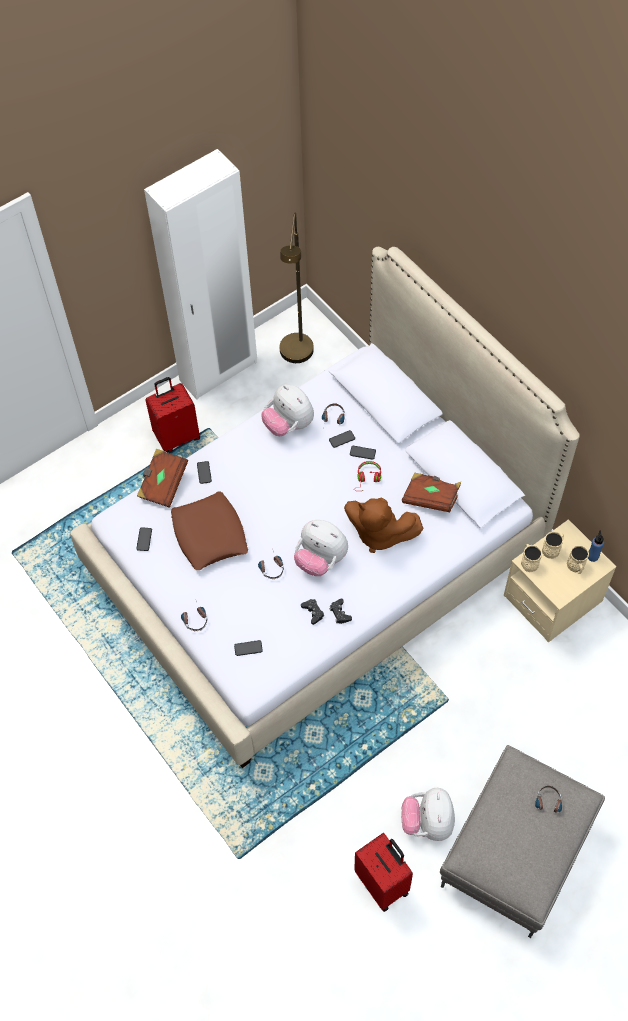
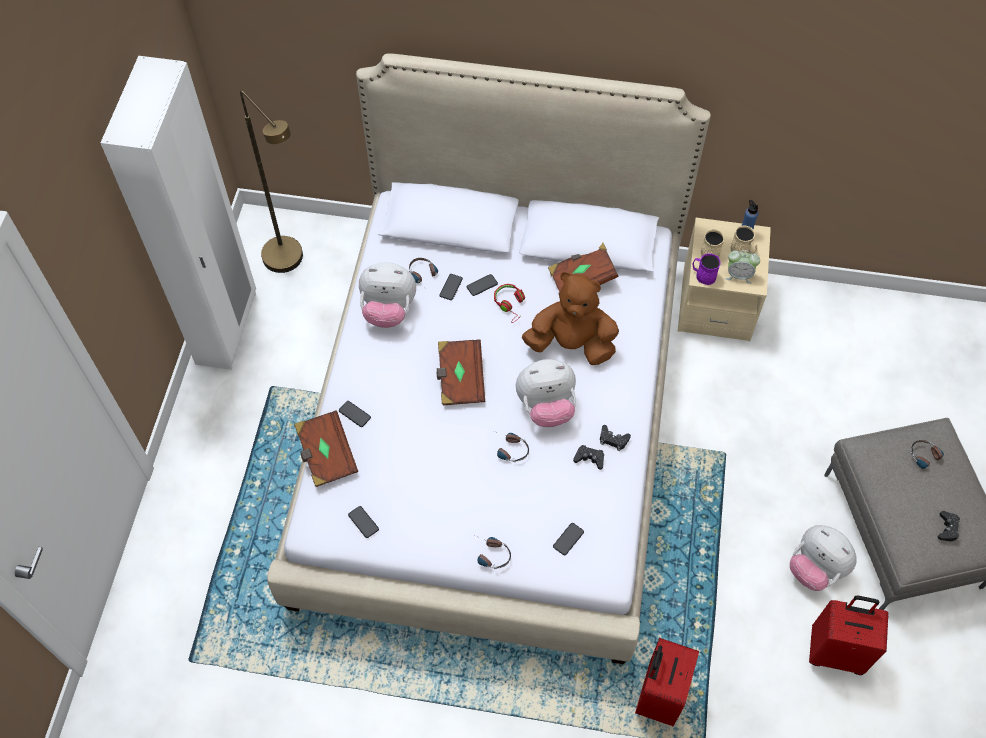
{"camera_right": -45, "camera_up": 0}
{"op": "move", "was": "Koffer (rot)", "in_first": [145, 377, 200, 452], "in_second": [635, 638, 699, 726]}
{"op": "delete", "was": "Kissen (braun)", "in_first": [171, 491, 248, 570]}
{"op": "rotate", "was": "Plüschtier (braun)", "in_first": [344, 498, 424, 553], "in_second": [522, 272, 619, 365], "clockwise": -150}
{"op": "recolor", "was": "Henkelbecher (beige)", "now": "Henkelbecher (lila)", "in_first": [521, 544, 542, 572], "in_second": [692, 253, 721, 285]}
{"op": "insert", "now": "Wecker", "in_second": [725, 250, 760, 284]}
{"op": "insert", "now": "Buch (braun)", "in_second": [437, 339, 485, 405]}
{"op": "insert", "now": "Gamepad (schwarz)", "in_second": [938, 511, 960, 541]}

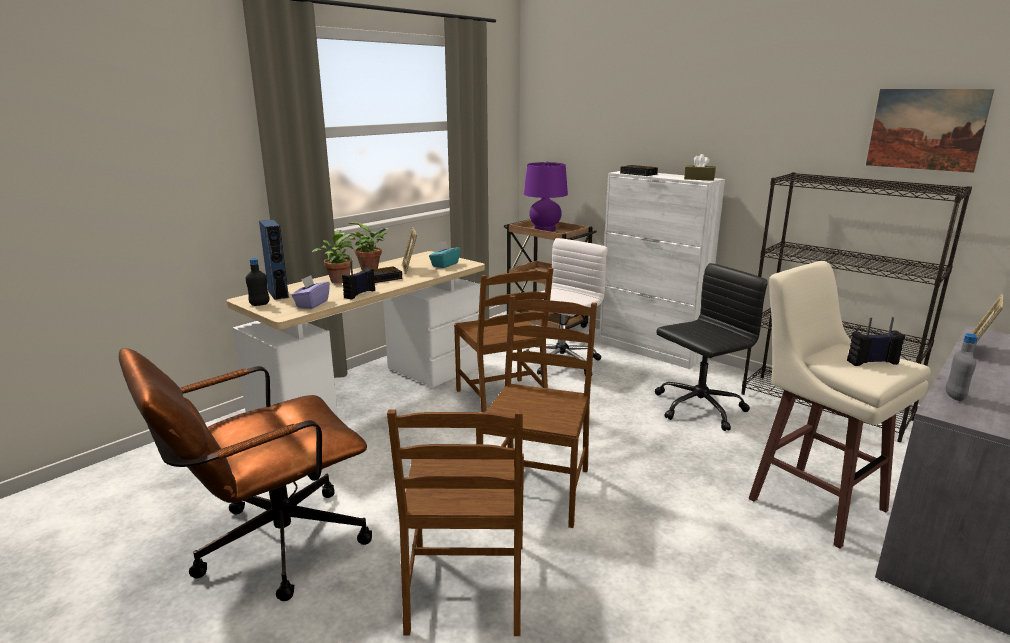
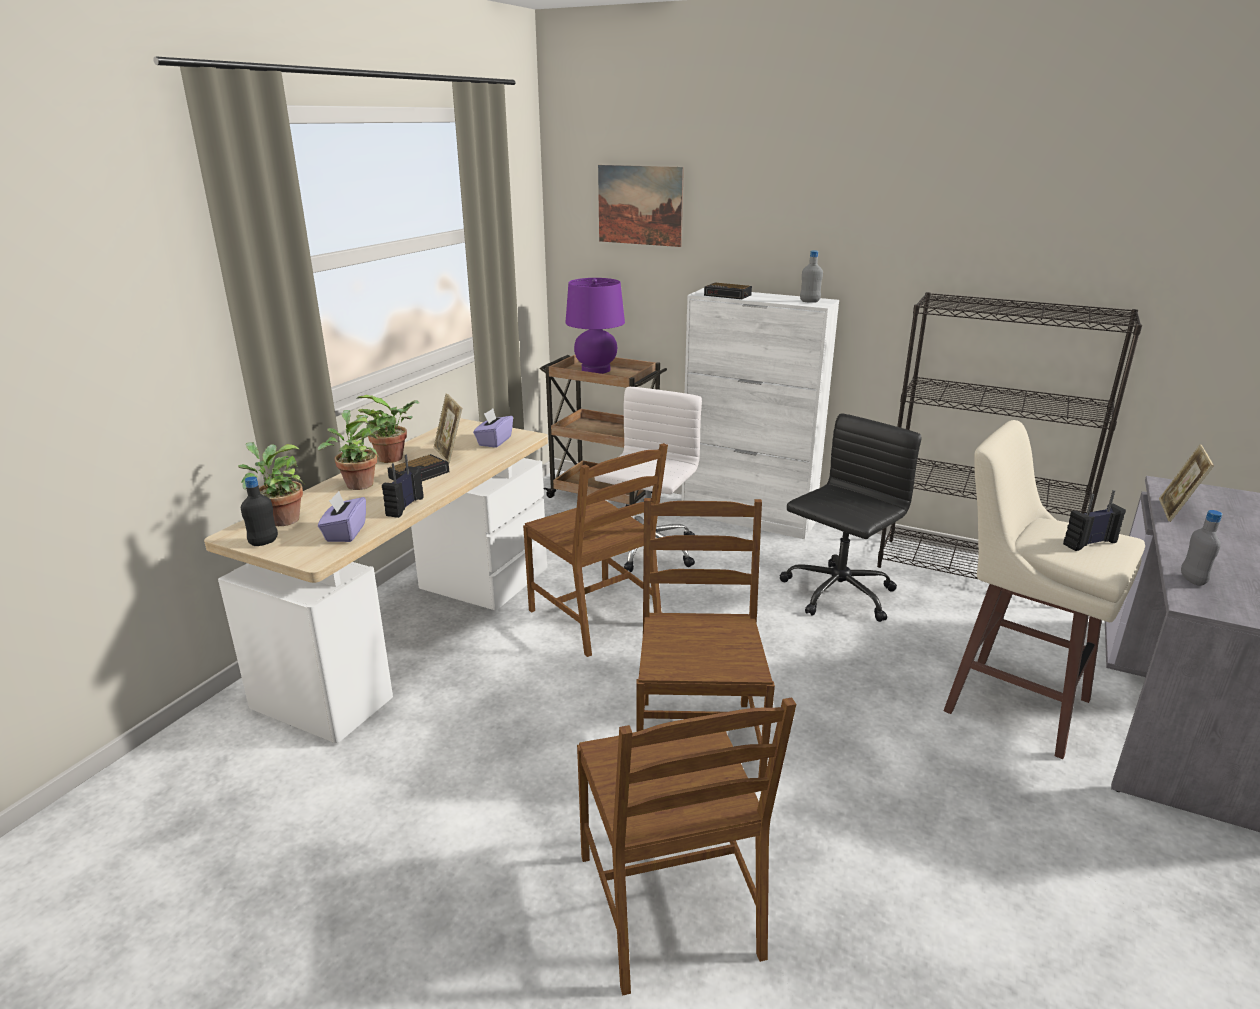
{"camera_right": -15, "camera_up": 5}
{"op": "move", "was": "Bild", "in_first": [866, 89, 994, 173], "in_second": [598, 165, 684, 247]}
{"op": "replace", "was": "Taschentuchbox (braun)", "now": "Flasche (grau)", "in_first": [684, 154, 716, 181], "in_second": [800, 250, 823, 303]}
{"op": "replace", "was": "Lautsprecher (blau)", "now": "Topfpflanze", "in_first": [259, 220, 289, 300], "in_second": [238, 442, 305, 526]}
{"op": "recolor", "was": "Taschentuchbox (türkis)", "now": "Taschentuchbox (lila)", "in_first": [429, 241, 460, 268], "in_second": [473, 408, 513, 448]}
{"op": "delete", "was": "Bürostuhl (braun)", "in_first": [119, 348, 372, 601]}

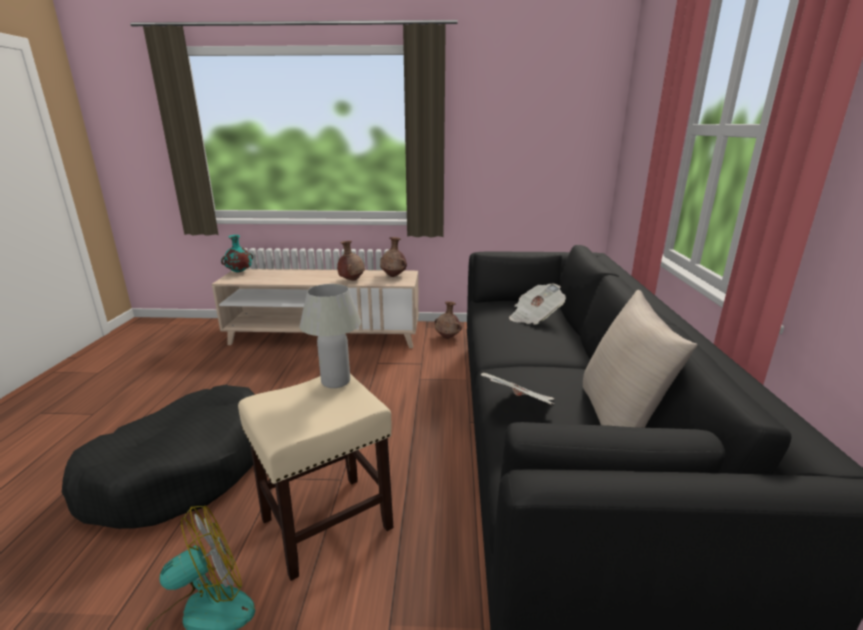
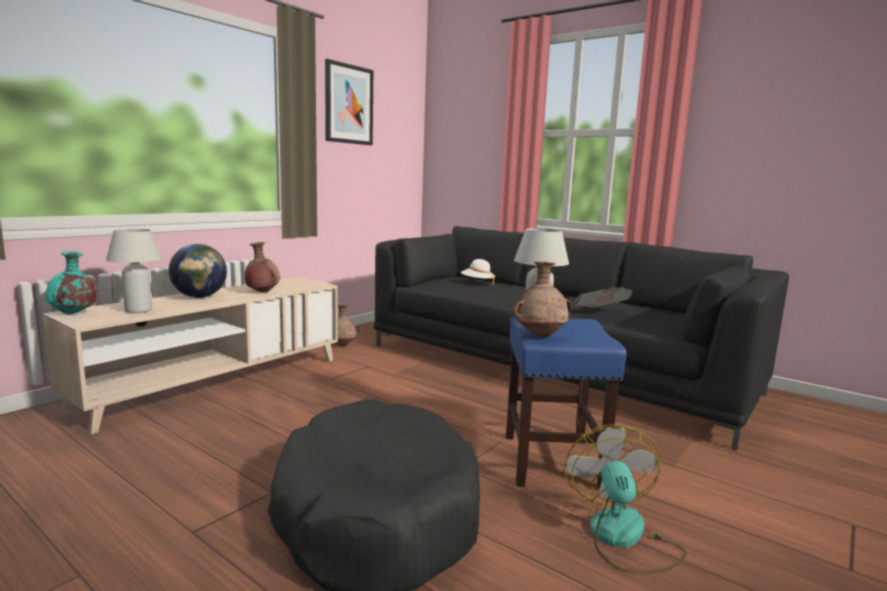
{"camera_right": -55, "camera_up": -10}
{"op": "move", "was": "Vase (braun)", "in_first": [380, 237, 407, 277], "in_second": [513, 262, 571, 338]}
{"op": "replace", "was": "Zeitung", "now": "Hut (weiß)", "in_first": [509, 284, 566, 325], "in_second": [461, 259, 495, 285]}
{"op": "delete", "was": "Kissen (beige)", "in_first": [583, 290, 698, 428]}
{"op": "recolor", "was": "Hocker (beige)", "now": "Hocker (blau)", "in_first": [238, 374, 393, 581], "in_second": [506, 316, 627, 488]}
{"op": "insert", "now": "Bild", "in_second": [325, 59, 373, 145]}
{"op": "insert", "now": "Tischlampe (weiß)", "in_second": [106, 229, 162, 313]}
{"op": "insert", "now": "Globus", "in_second": [169, 244, 227, 298]}

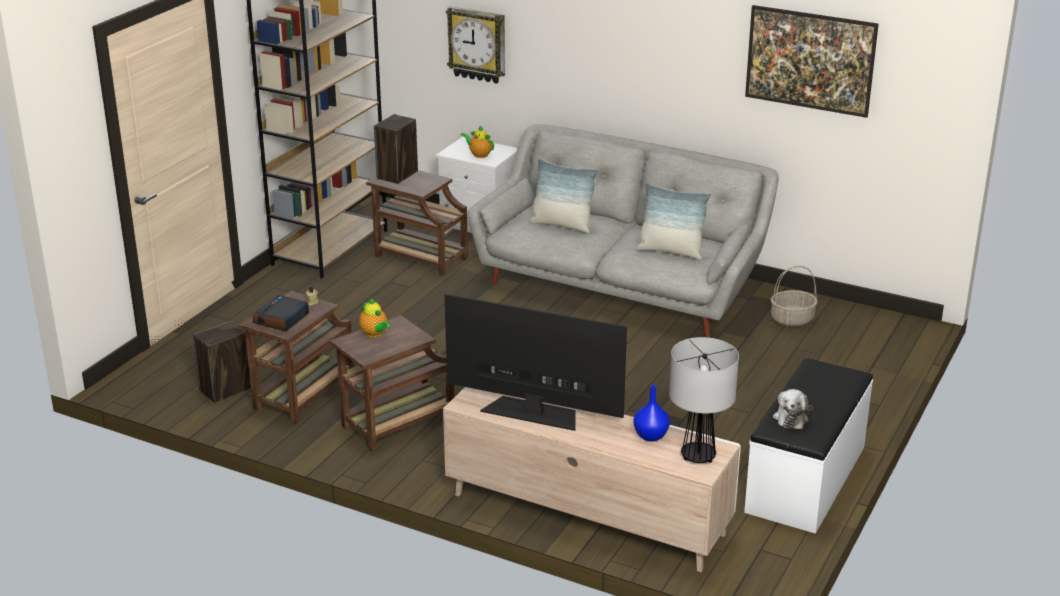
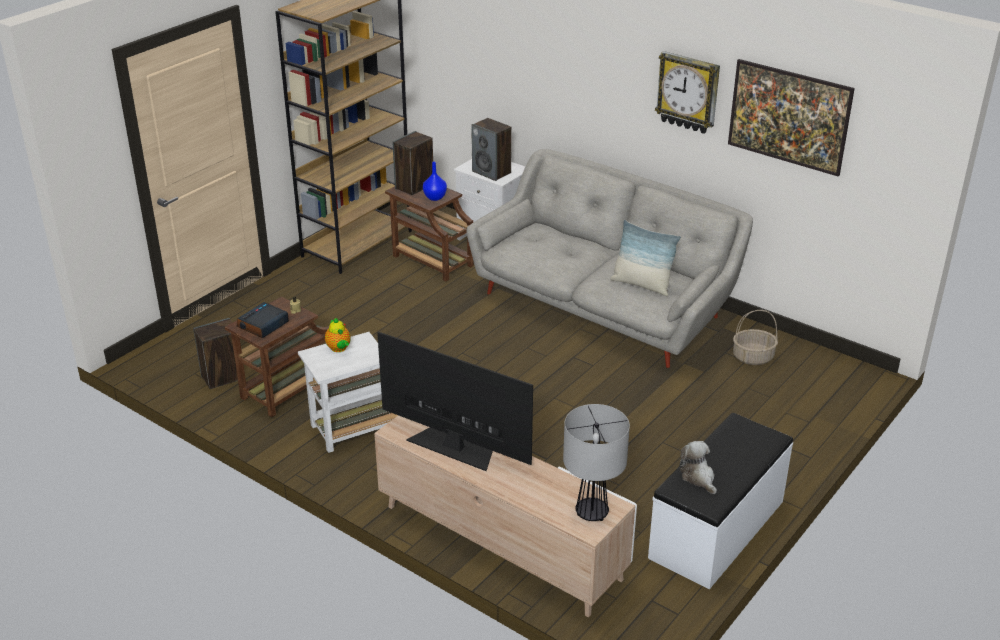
{"camera_right": 10, "camera_up": 5}
{"op": "move", "was": "Wanduhr", "in_first": [446, 6, 505, 84], "in_second": [655, 51, 720, 134]}
{"op": "replace", "was": "Teekanne", "now": "Lautsprecher", "in_first": [461, 126, 494, 158], "in_second": [471, 118, 512, 181]}
{"op": "delete", "was": "Kissen", "in_first": [528, 159, 598, 233]}
{"op": "recolor", "was": "Beistelltisch (braun)", "now": "Beistelltisch (weiß)", "in_first": [330, 315, 454, 451], "in_second": [298, 332, 398, 453]}
{"op": "move", "was": "Vase (blau)", "in_first": [634, 385, 670, 442], "in_second": [423, 162, 447, 201]}
{"op": "rotate", "was": "Plüschtier", "in_first": [773, 389, 813, 429], "in_second": [679, 441, 717, 494], "clockwise": 135}

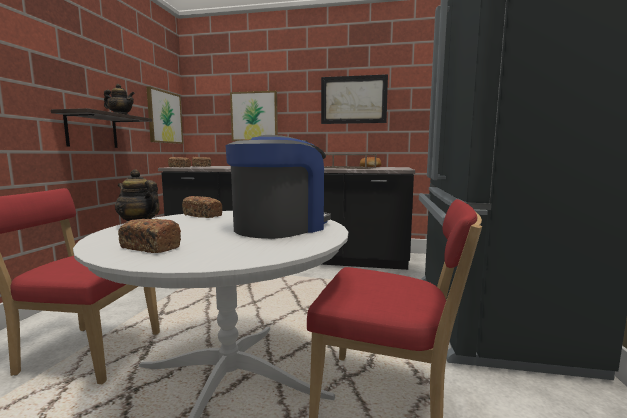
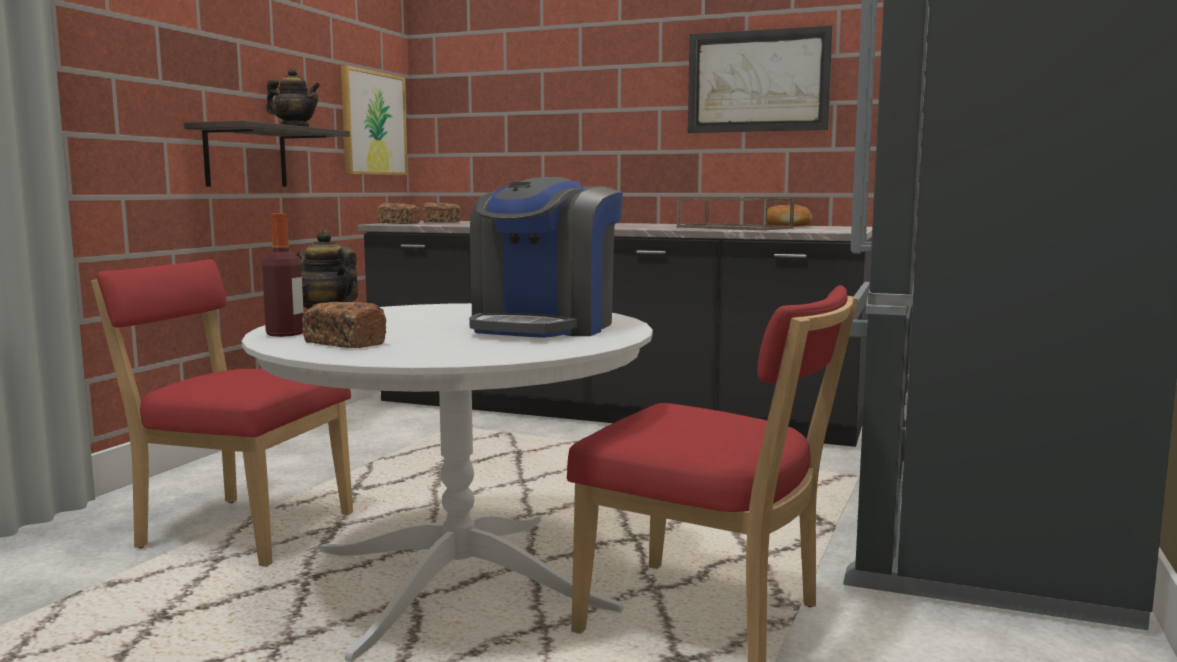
{"camera_right": 10, "camera_up": 0}
{"op": "delete", "was": "Bild", "in_first": [230, 91, 278, 141]}
{"op": "rotate", "was": "Kaffeemaschine", "in_first": [225, 135, 331, 239], "in_second": [469, 177, 623, 338], "clockwise": 150}
{"op": "delete", "was": "Brot", "in_first": [182, 196, 222, 218]}
{"op": "insert", "now": "Flasche", "in_second": [262, 213, 304, 337]}

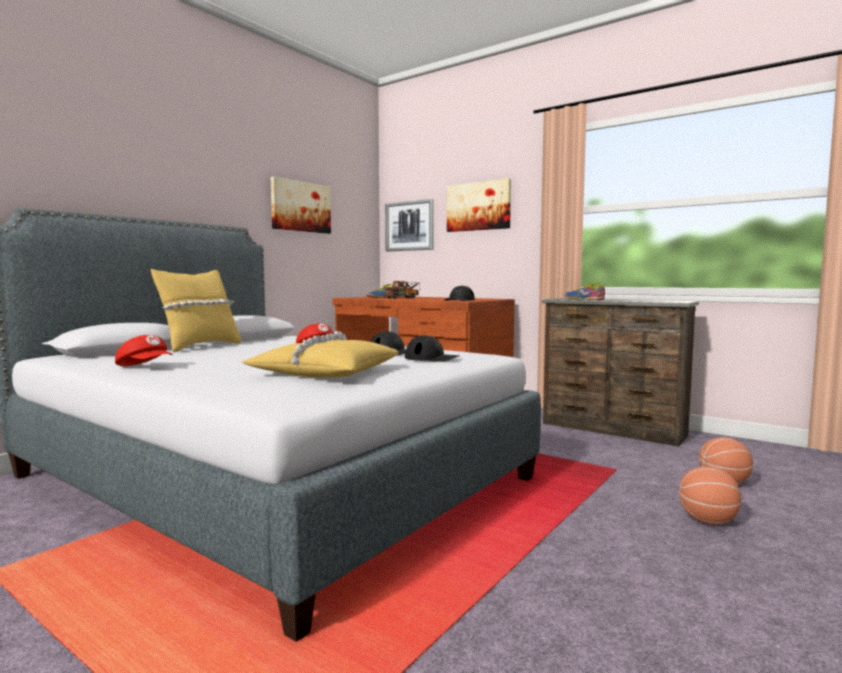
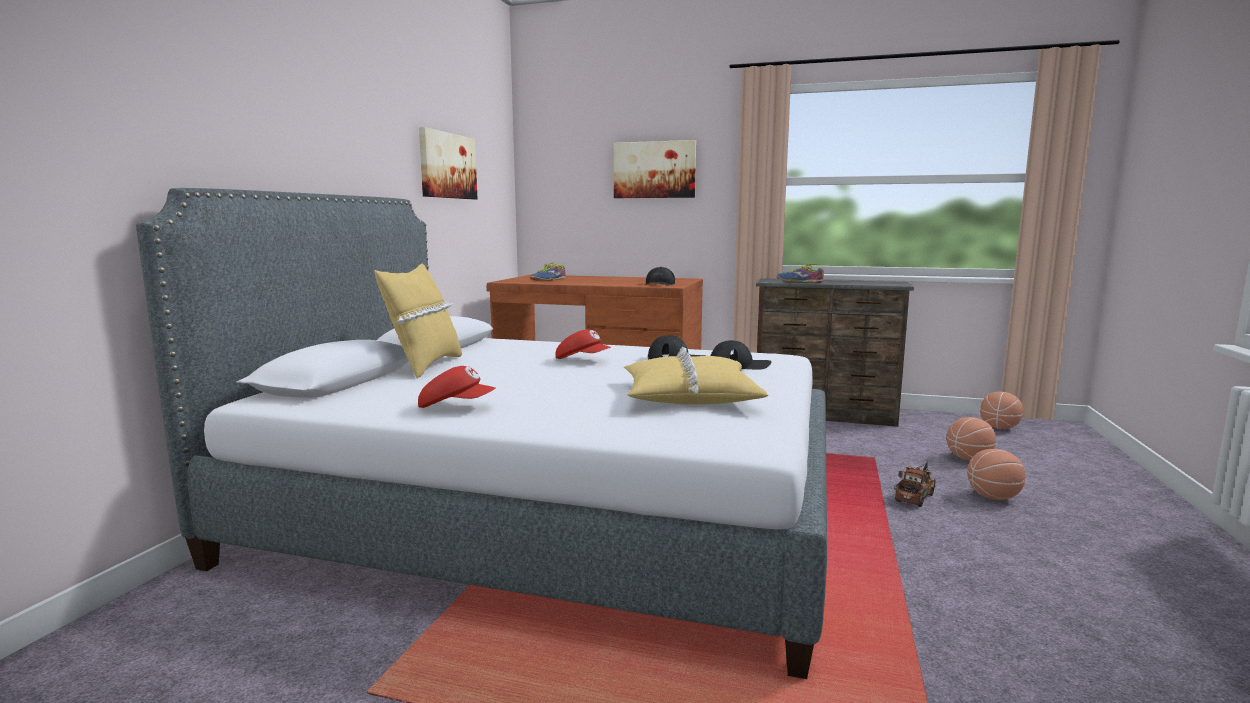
{"camera_right": -20, "camera_up": 5}
{"op": "delete", "was": "Bild", "in_first": [385, 199, 434, 251]}
{"op": "move", "was": "Spielzeuglaster", "in_first": [385, 281, 420, 299], "in_second": [894, 461, 936, 507]}
{"op": "insert", "now": "Basketball", "in_second": [980, 392, 1023, 429]}

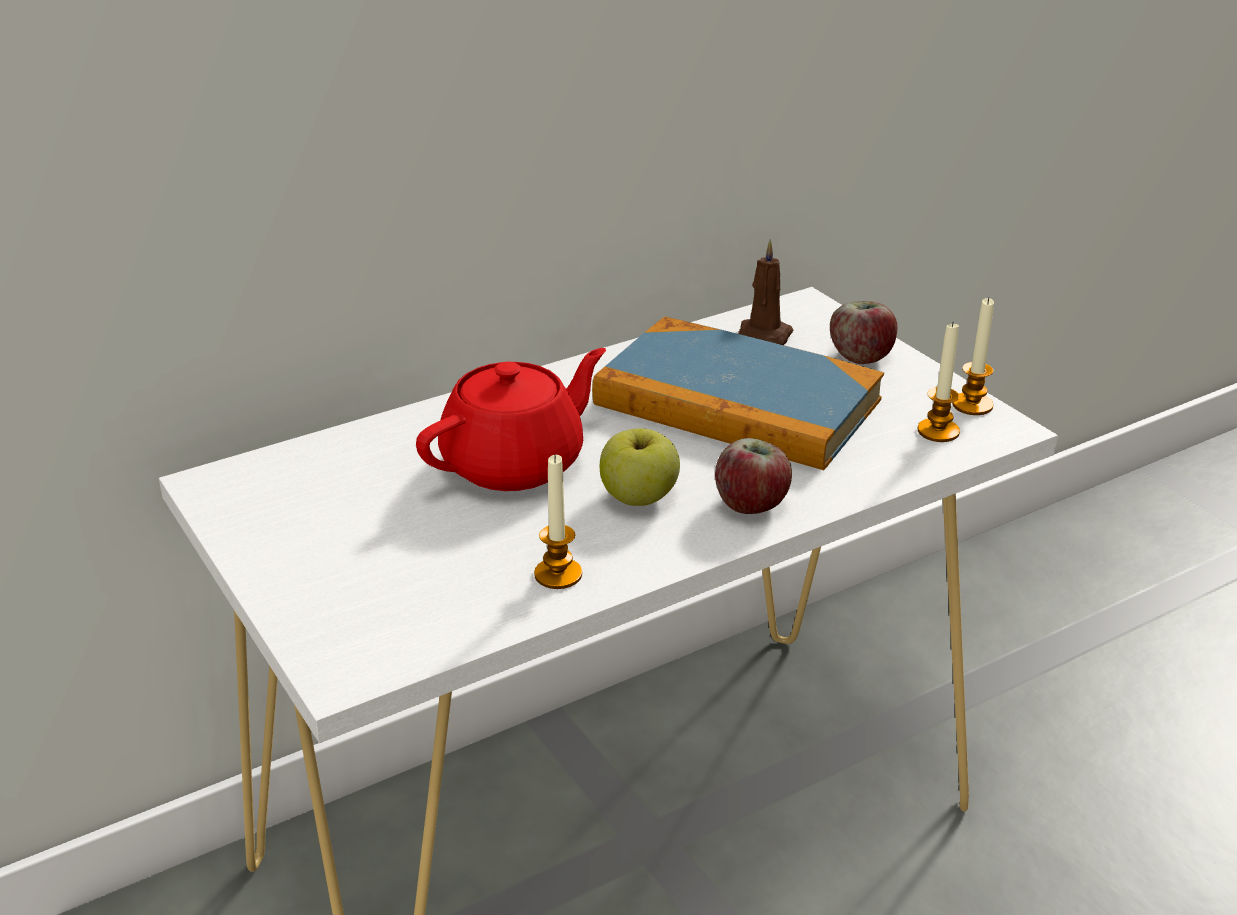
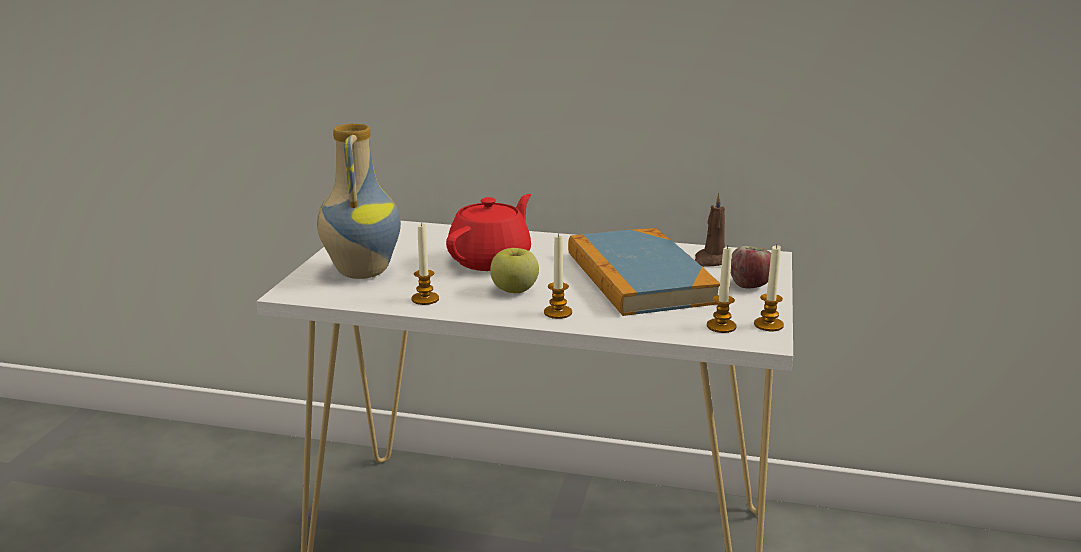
{"camera_right": 45, "camera_up": -10}
{"op": "rotate", "was": "Teekanne (rot)", "in_first": [416, 348, 606, 491], "in_second": [446, 194, 531, 271], "clockwise": -60}
{"op": "replace", "was": "Apfel", "now": "Kerze", "in_first": [715, 438, 792, 514], "in_second": [544, 234, 572, 319]}
{"op": "insert", "now": "Vase", "in_second": [317, 124, 401, 279]}

